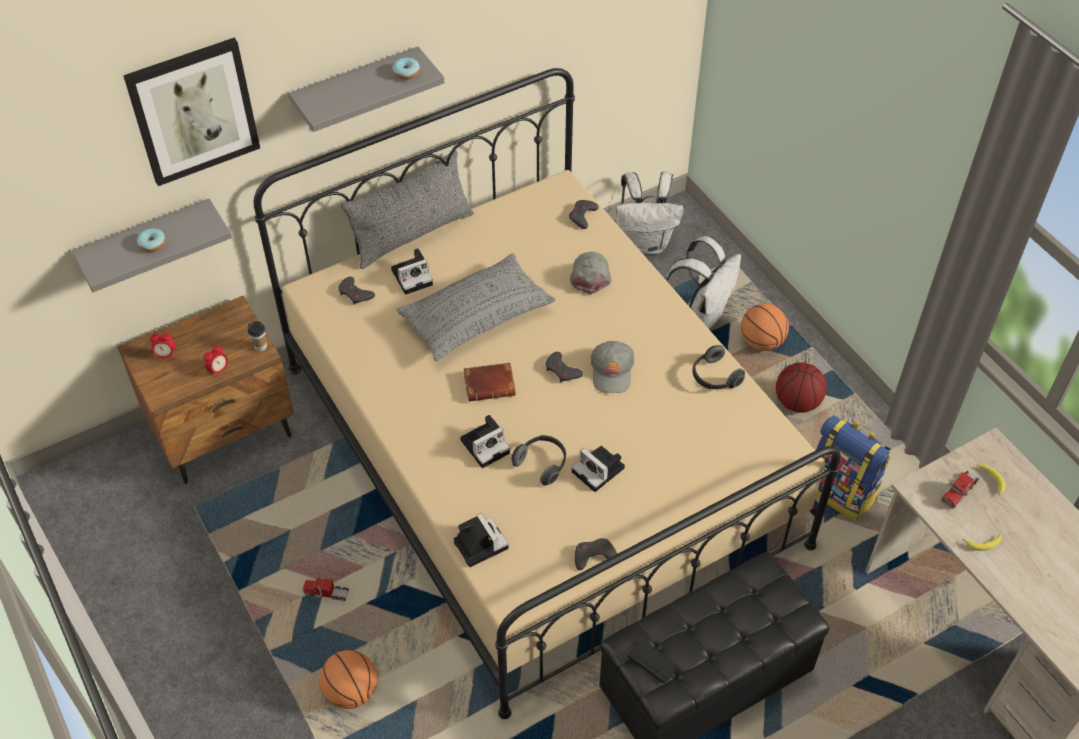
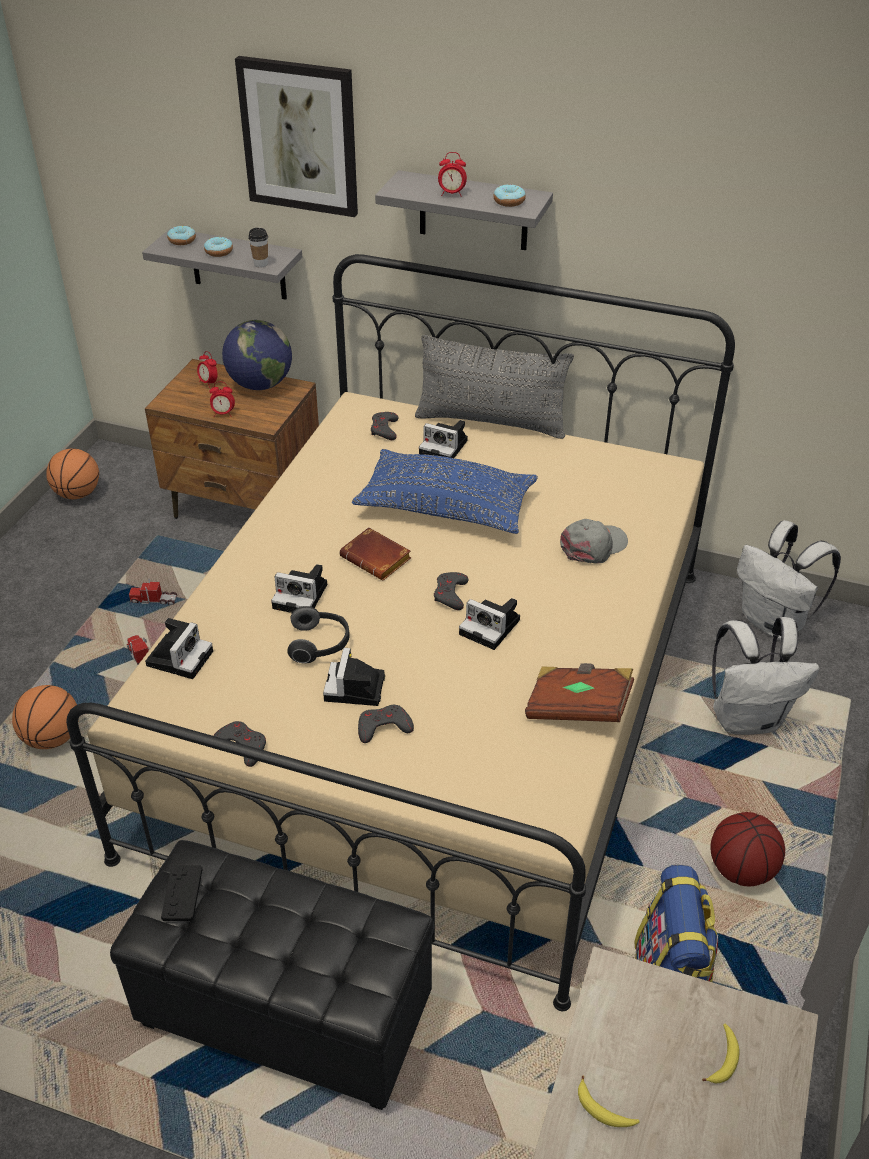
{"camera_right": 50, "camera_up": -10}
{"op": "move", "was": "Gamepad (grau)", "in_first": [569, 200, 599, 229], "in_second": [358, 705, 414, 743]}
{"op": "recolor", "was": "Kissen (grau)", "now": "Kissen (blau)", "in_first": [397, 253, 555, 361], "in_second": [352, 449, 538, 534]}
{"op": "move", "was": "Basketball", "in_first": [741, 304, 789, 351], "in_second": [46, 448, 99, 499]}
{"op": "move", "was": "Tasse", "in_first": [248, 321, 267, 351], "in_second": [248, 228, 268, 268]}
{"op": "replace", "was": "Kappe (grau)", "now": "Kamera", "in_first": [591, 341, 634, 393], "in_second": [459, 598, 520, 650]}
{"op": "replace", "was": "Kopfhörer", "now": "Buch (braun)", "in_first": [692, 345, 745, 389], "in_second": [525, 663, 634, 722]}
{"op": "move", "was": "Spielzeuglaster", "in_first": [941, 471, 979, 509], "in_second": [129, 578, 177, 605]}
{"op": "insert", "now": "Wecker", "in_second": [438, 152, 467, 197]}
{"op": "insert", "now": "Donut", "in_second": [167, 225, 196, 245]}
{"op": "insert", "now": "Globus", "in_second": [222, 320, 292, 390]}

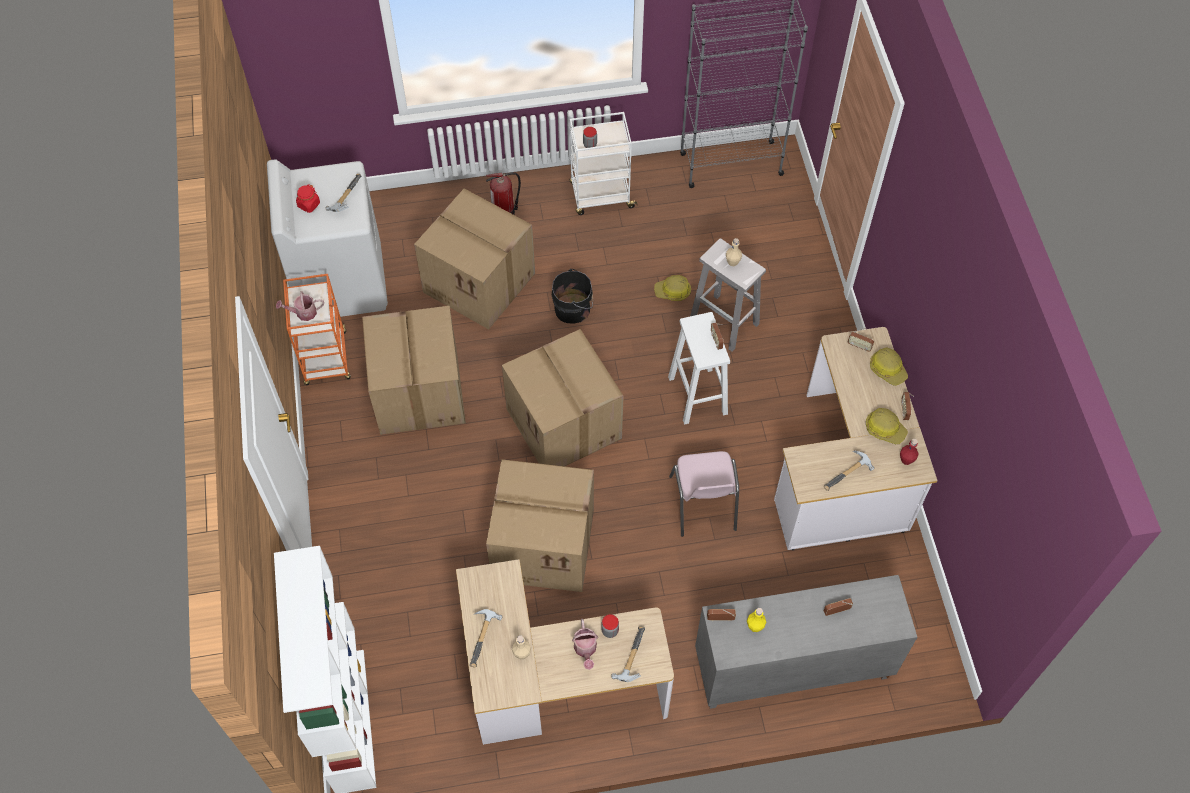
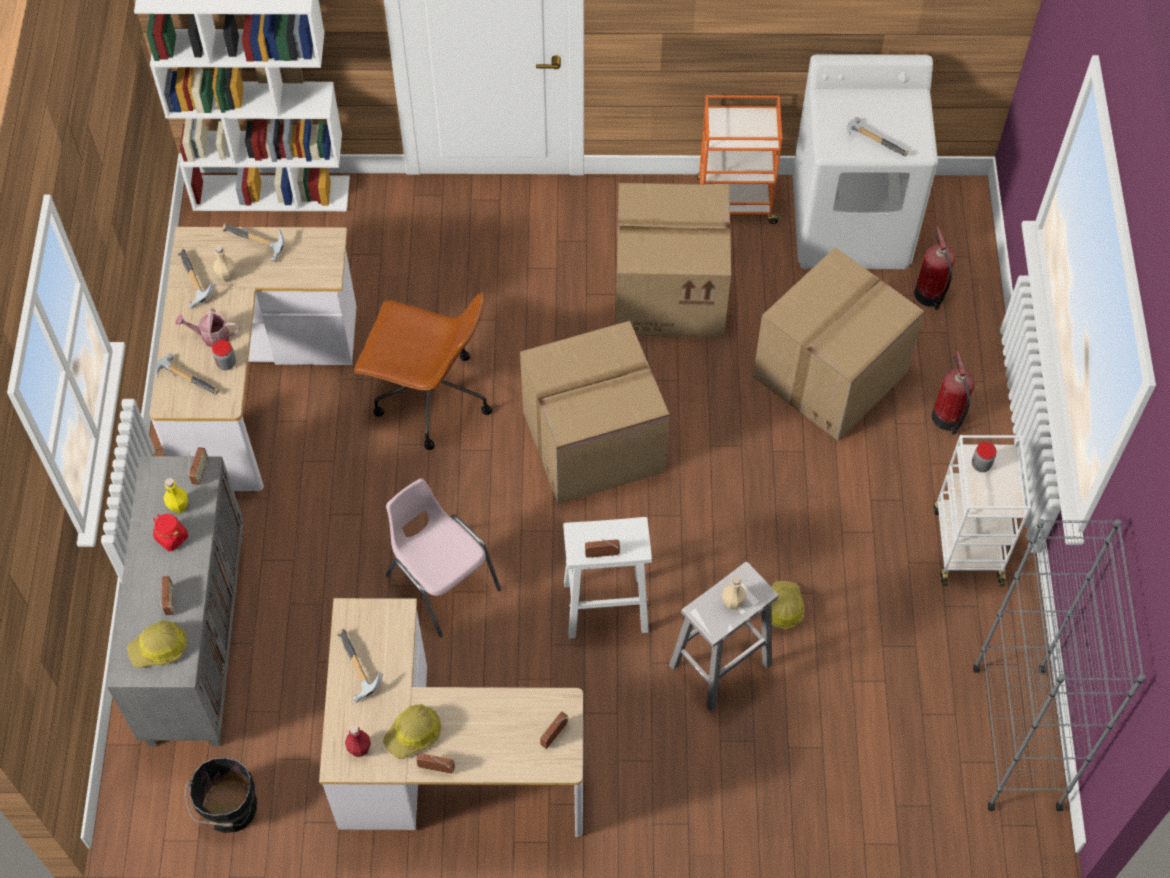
{"camera_right": 100, "camera_up": 0}
{"op": "move", "was": "Vorratsglas (rot)", "in_first": [296, 184, 320, 213], "in_second": [153, 514, 188, 551]}
{"op": "move", "was": "Eimer (schwarz)", "in_first": [552, 269, 594, 324], "in_second": [185, 758, 257, 833]}
{"op": "delete", "was": "Gießkanne", "in_first": [276, 291, 324, 321]}
{"op": "move", "was": "Schutzhelm", "in_first": [870, 348, 908, 386], "in_second": [127, 621, 188, 668]}
{"op": "rotate", "was": "Stuhl (rosa)", "in_first": [669, 451, 739, 537], "in_second": [386, 478, 501, 637], "clockwise": 45}
{"op": "replace", "was": "Karton", "now": "Bürostuhl (braun)", "in_first": [486, 459, 594, 592], "in_second": [354, 293, 492, 450]}
{"op": "insert", "now": "Feuerlöscher", "in_second": [914, 226, 955, 310]}
{"op": "insert", "now": "Hammer", "in_second": [178, 249, 216, 309]}

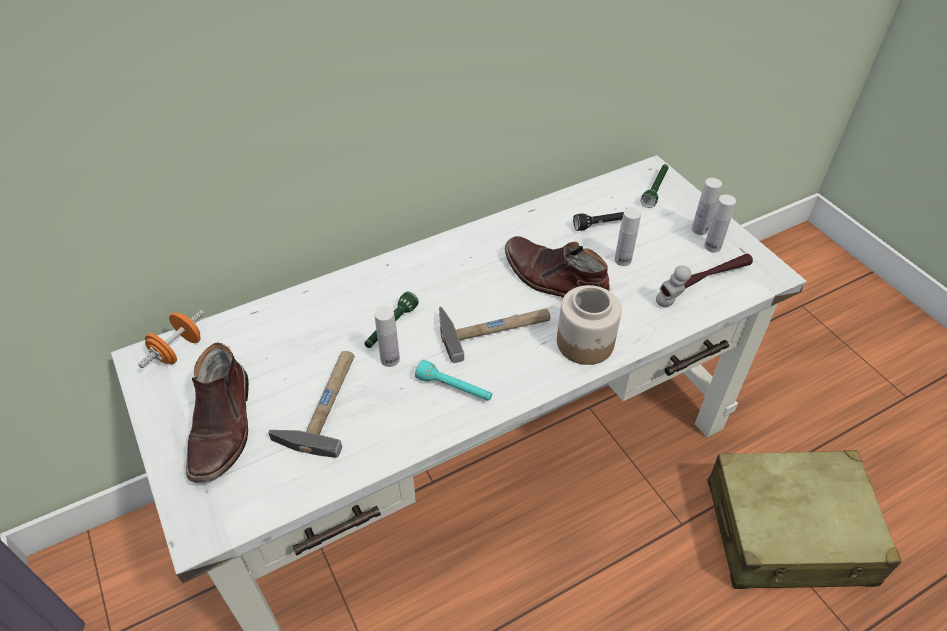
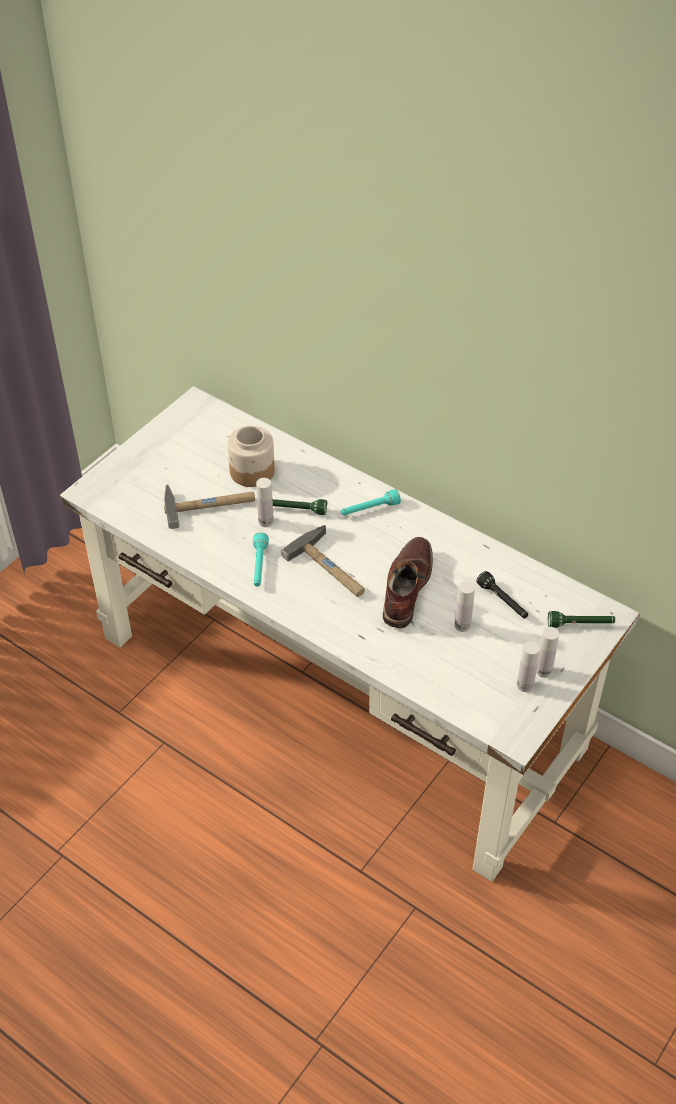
{"camera_right": 65, "camera_up": 0}
{"op": "delete", "was": "Hammer", "in_first": [656, 254, 753, 307]}
{"op": "move", "was": "Vorratsglas", "in_first": [557, 285, 622, 365], "in_second": [227, 426, 275, 487]}
{"op": "delete", "was": "Hantel (orange)", "in_first": [138, 310, 205, 368]}
{"op": "delete", "was": "Stiefel (braun)", "in_first": [186, 343, 249, 483]}
{"op": "delete", "was": "Koffer (beige)", "in_first": [707, 450, 901, 589]}
{"op": "insert", "now": "Taschenlampe (türkis)", "in_second": [341, 489, 401, 515]}

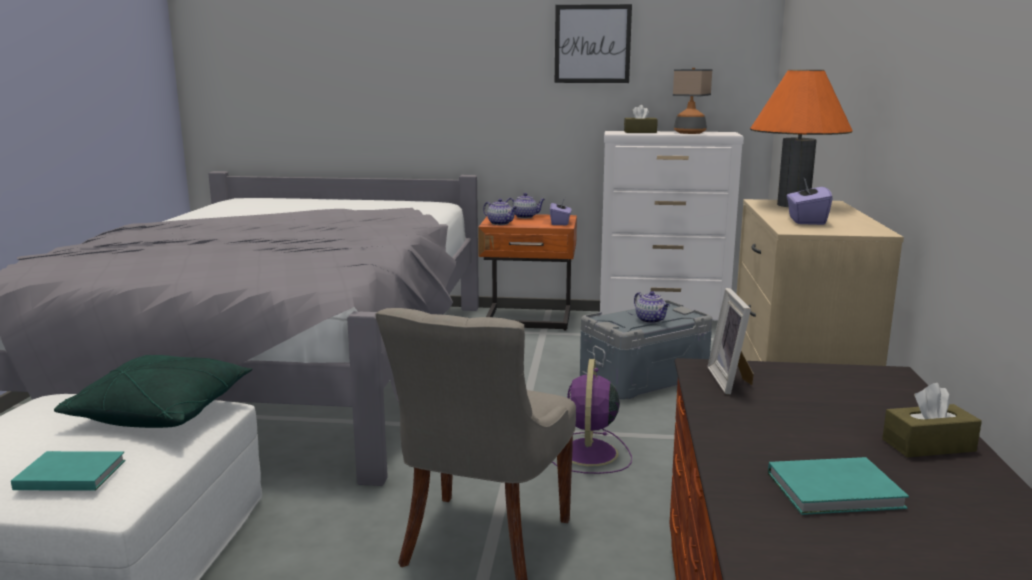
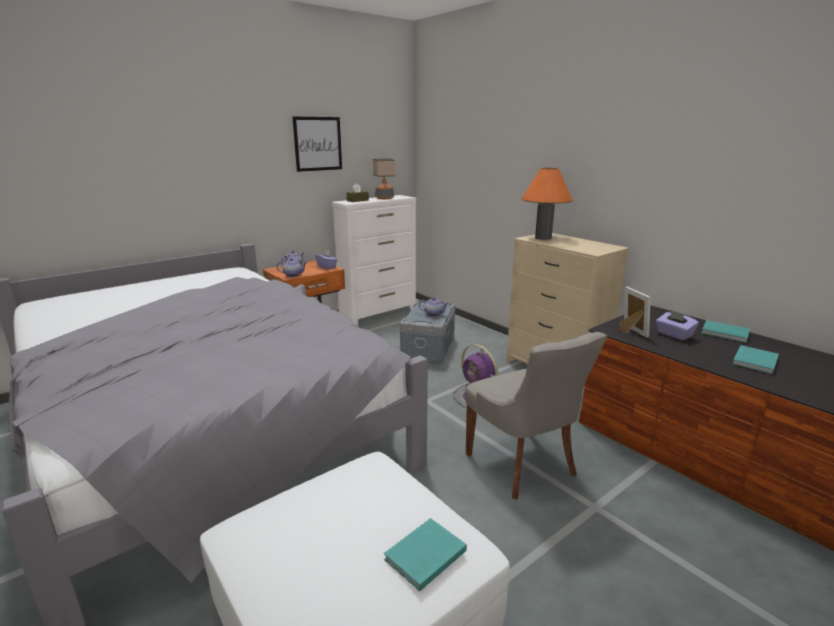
{"camera_right": -45, "camera_up": 5}
{"op": "move", "was": "Taschentuchbox (lila)", "in_first": [787, 178, 832, 225], "in_second": [656, 310, 699, 340]}
{"op": "rotate", "was": "Bilderrahmen", "in_first": [707, 288, 754, 395], "in_second": [619, 286, 651, 338], "clockwise": -150}
{"op": "delete", "was": "Kissen (grün)", "in_first": [54, 355, 252, 428]}
{"op": "replace", "was": "Taschentuchbox (braun)", "now": "Buch (türkis)", "in_first": [882, 383, 982, 457], "in_second": [701, 320, 750, 343]}

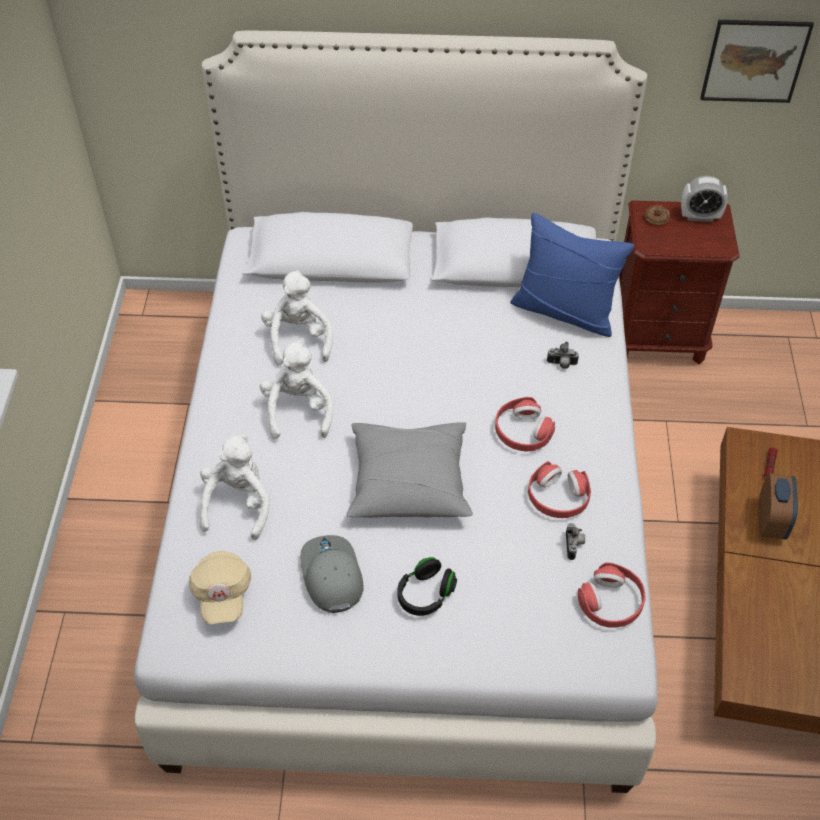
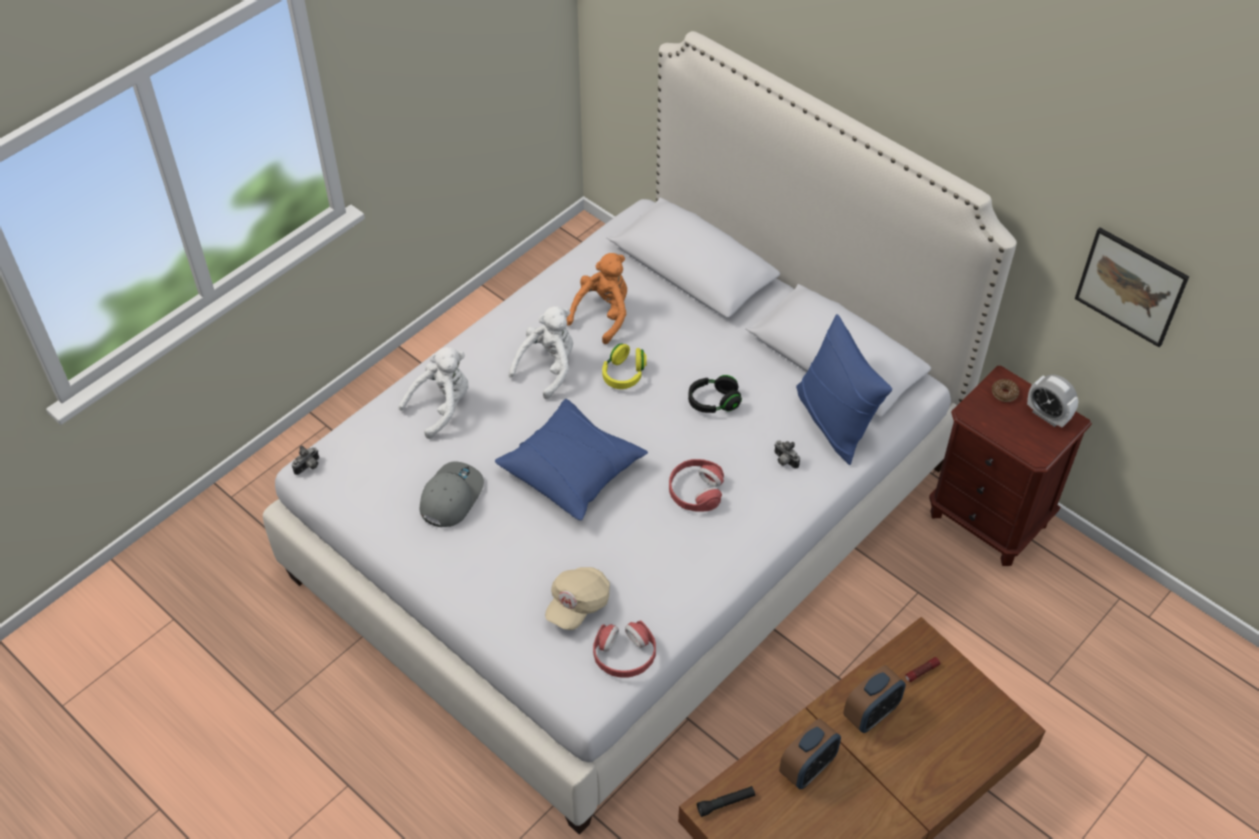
{"camera_right": 40, "camera_up": 0}
{"op": "recolor", "was": "Plüschtier (weiß)", "now": "Plüschtier (orange)", "in_first": [261, 270, 333, 366], "in_second": [567, 253, 627, 344]}
{"op": "recolor", "was": "Kissen (grau)", "now": "Kissen (blau)", "in_first": [346, 422, 473, 518], "in_second": [495, 399, 648, 520]}
{"op": "delete", "was": "Kopfhörer (rot)", "in_first": [528, 461, 591, 518]}
{"op": "move", "was": "Kamera", "in_first": [566, 523, 585, 560], "in_second": [292, 445, 319, 475]}
{"op": "move", "was": "Kappe (beige)", "in_first": [189, 551, 251, 624], "in_second": [545, 567, 610, 630]}
{"op": "move", "was": "Kopfhörer (schwarz)", "in_first": [397, 557, 457, 616], "in_second": [688, 375, 742, 413]}
{"op": "insert", "now": "Kopfhörer (gelb)", "in_second": [602, 344, 647, 389]}
{"op": "insert", "now": "Wecker", "in_second": [779, 718, 841, 789]}
{"op": "insert", "now": "Taschenlampe (schwarz)", "in_second": [697, 786, 755, 817]}

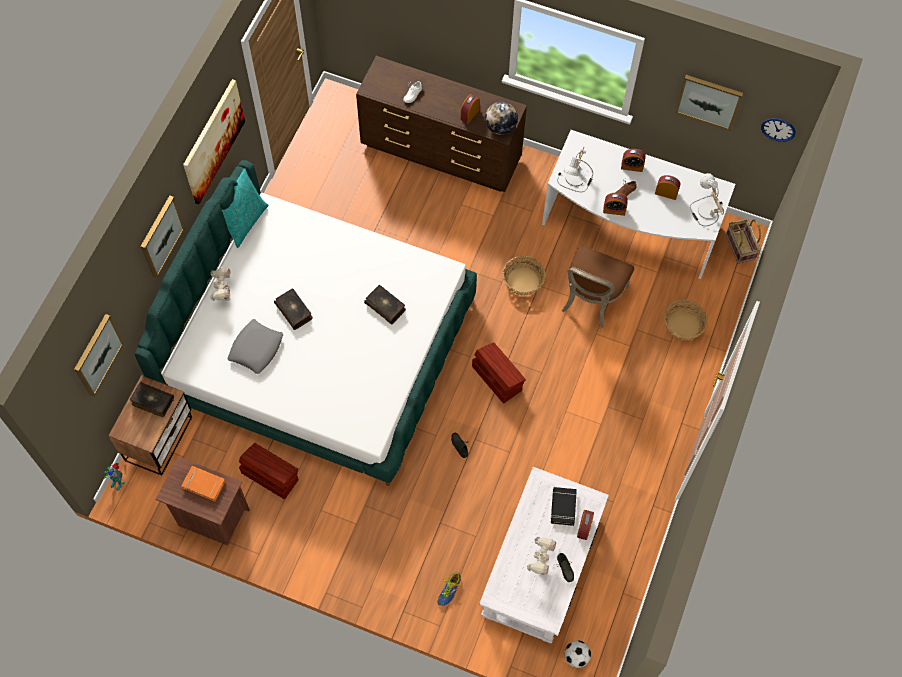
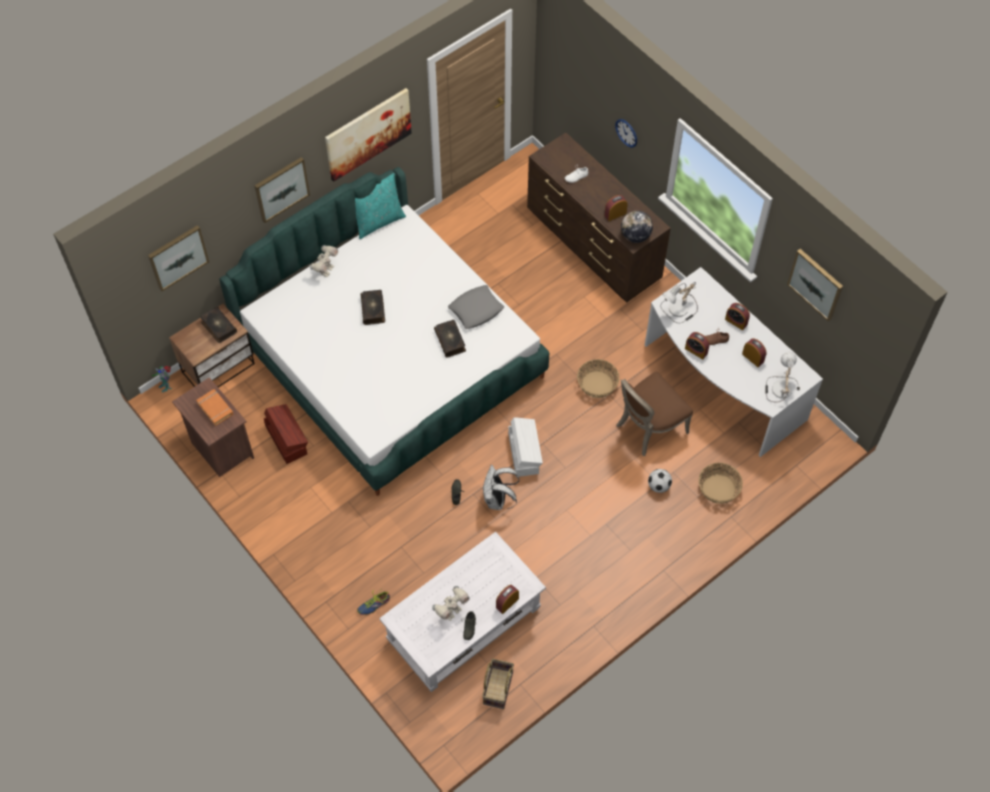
{"camera_right": 30, "camera_up": -5}
{"op": "move", "was": "Wanduhr", "in_first": [761, 118, 796, 142], "in_second": [615, 119, 637, 148]}
{"op": "move", "was": "Korb", "in_first": [726, 219, 761, 264], "in_second": [482, 659, 514, 709]}
{"op": "move", "was": "Kissen (grau)", "in_first": [228, 319, 283, 374], "in_second": [448, 285, 504, 329]}
{"op": "recolor", "was": "Aufbewahrungsbox (braun)", "now": "Aufbewahrungsbox (weiß)", "in_first": [472, 342, 526, 404], "in_second": [508, 417, 543, 477]}
{"op": "delete", "was": "Buch (schwarz)", "in_first": [551, 487, 577, 526]}
{"op": "move", "was": "Fußball", "in_first": [564, 640, 591, 668], "in_second": [648, 469, 672, 493]}
{"op": "insert", "now": "Rucksack (weiß)", "in_second": [483, 465, 519, 510]}

